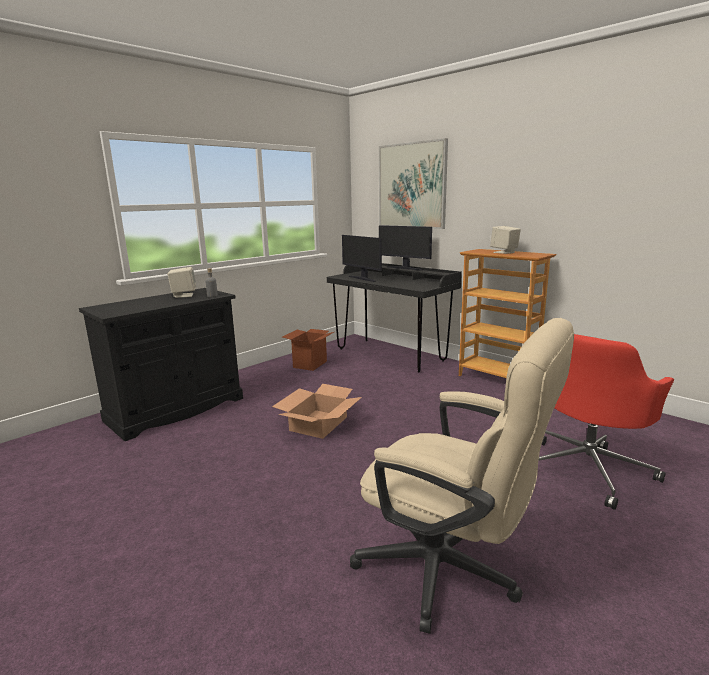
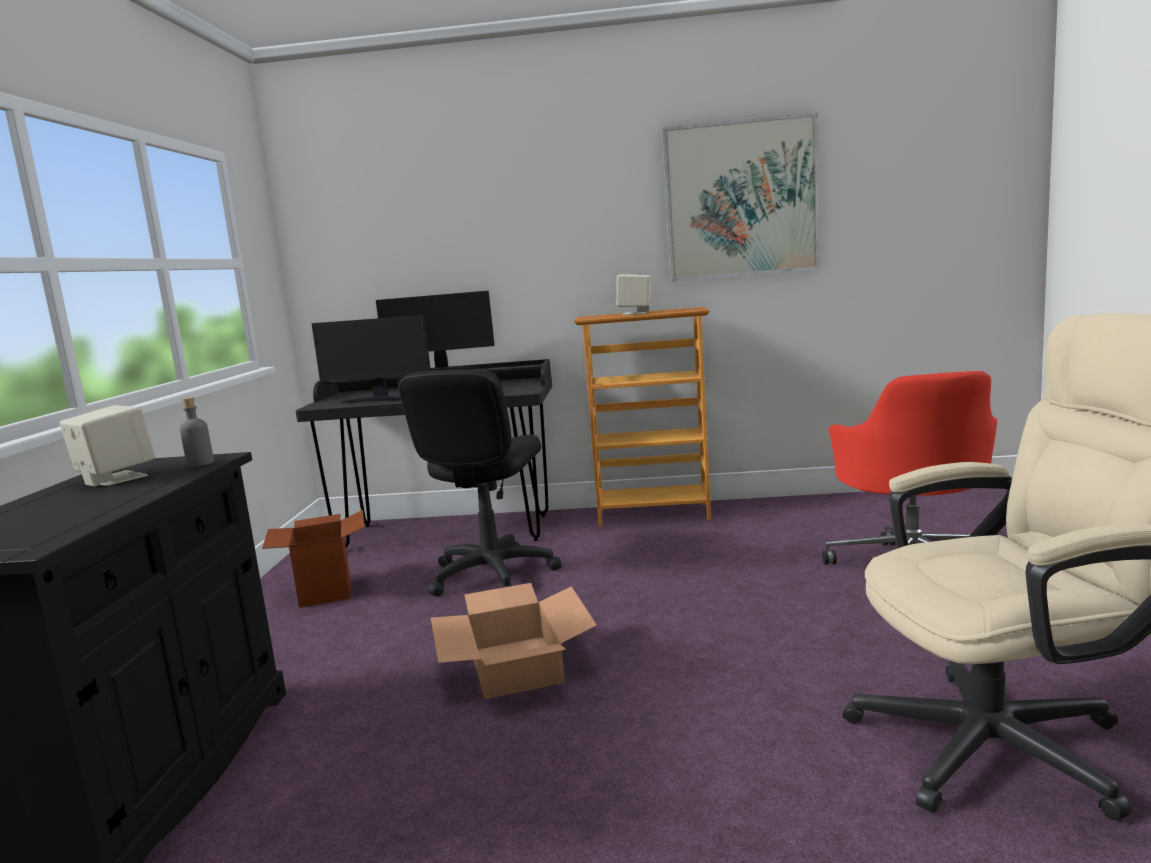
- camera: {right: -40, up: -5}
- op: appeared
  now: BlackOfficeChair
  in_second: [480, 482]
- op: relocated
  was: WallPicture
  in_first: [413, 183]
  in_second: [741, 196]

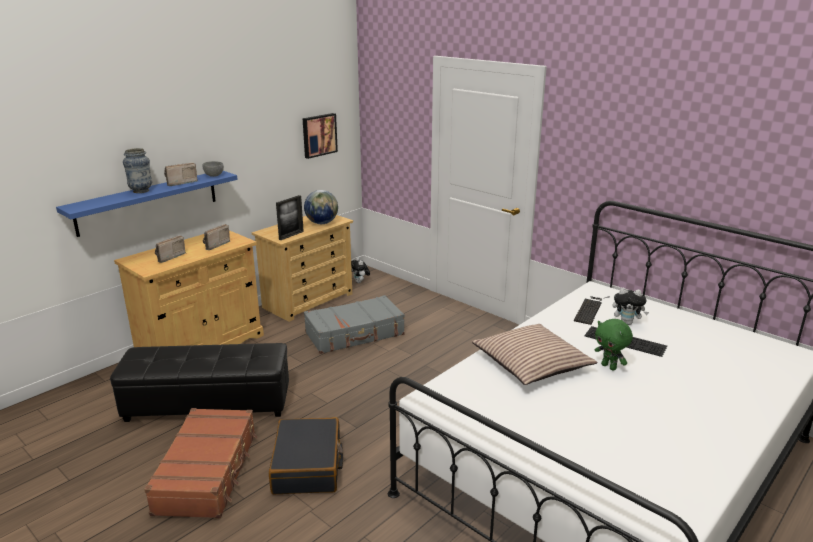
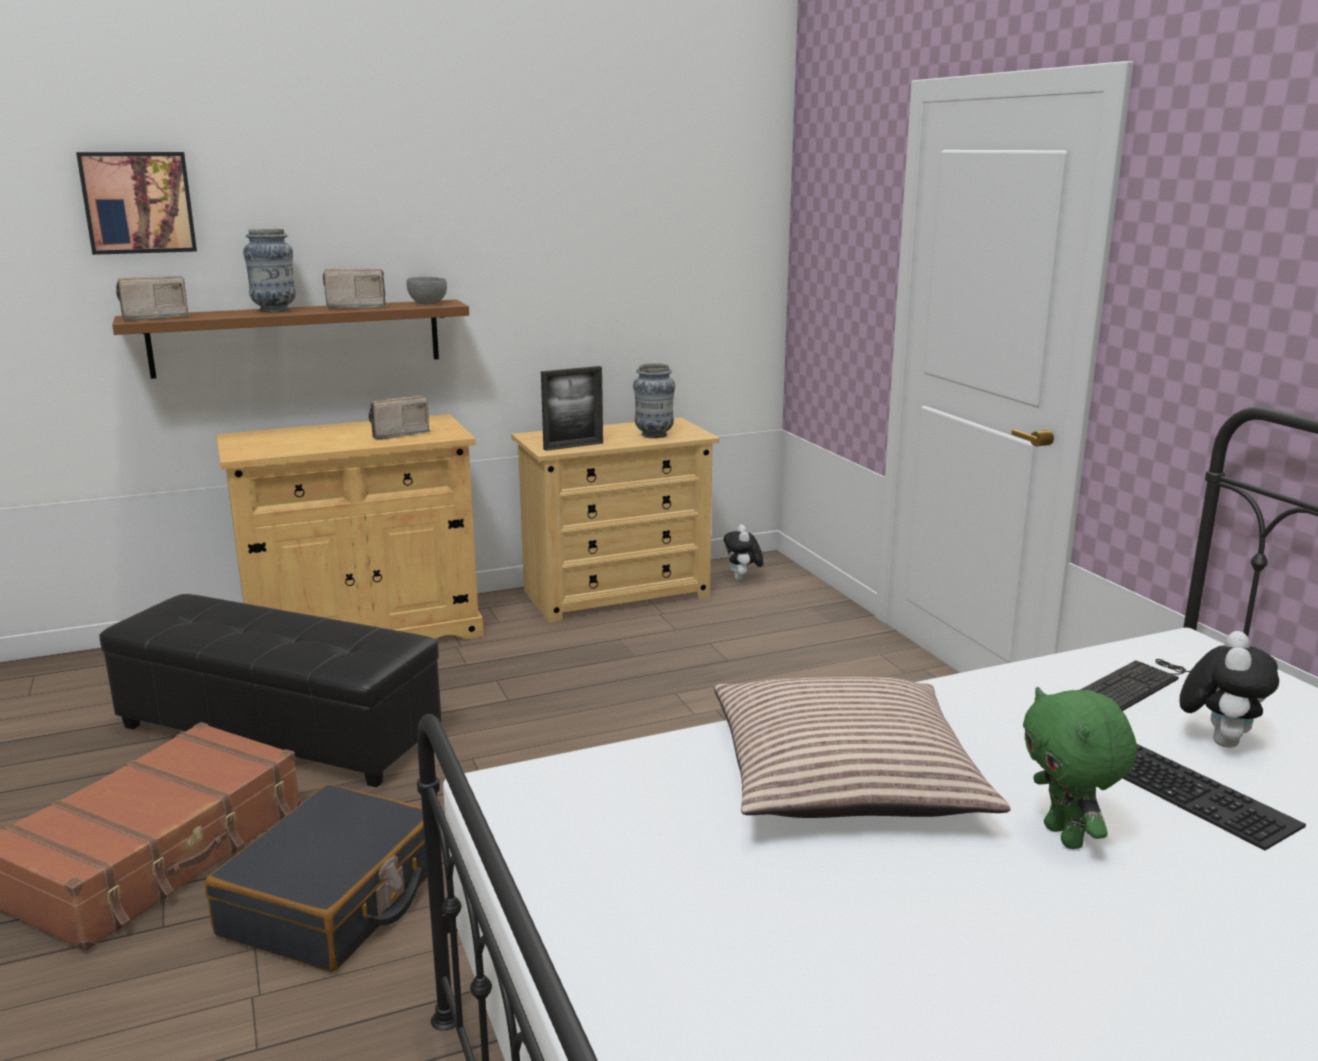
- camera: {right: 25, up: -5}
- op: missing
  was: GreyPieceOfLuggage
  in_first: [354, 324]
- op: relocated
  was: RadioSet
  in_first: [170, 249]
  in_second: [153, 298]
- op: relocated
  was: WallPicture
  in_first: [320, 136]
  in_second: [136, 203]
- op: exchanged
  was: DeskGlobe
  now: Vase
  in_first: [321, 207]
  in_second: [654, 400]
- op: colour
  was: BluishWallShelf
  now: BrownColouredWallShelf
  in_first: [147, 204]
  in_second: [290, 339]
- op: spun
  was: CuddlyToy
  in_first: [630, 306]
  in_second: [1229, 689]
  clockwise: -105

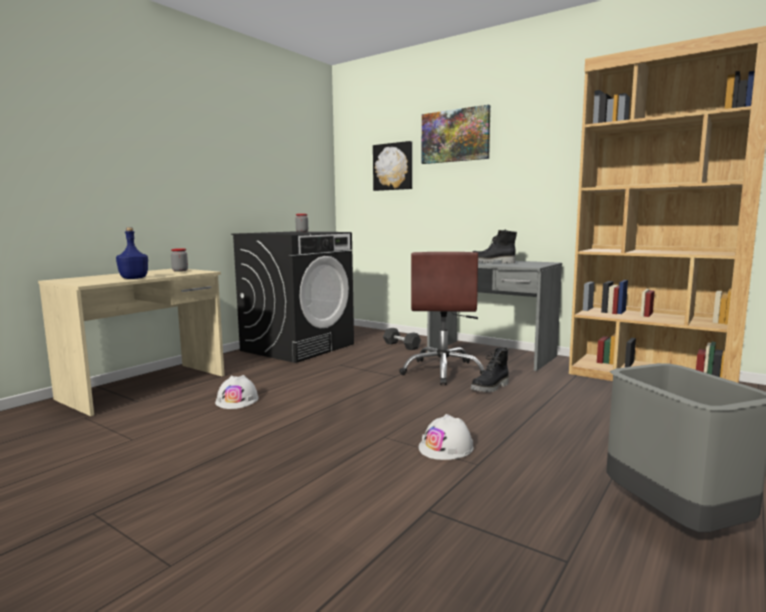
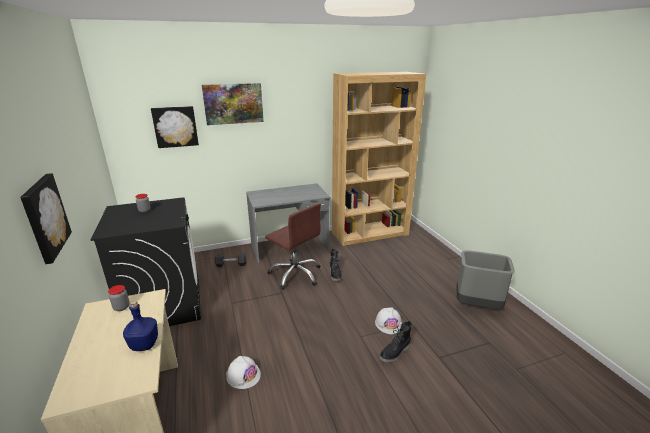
- camera: {right: -55, up: 15}
- op: appeared
  now: WallPicture
  in_second: [46, 218]
- op: relocated
  was: BlackHighTopBoot
  in_first: [494, 246]
  in_second: [395, 342]

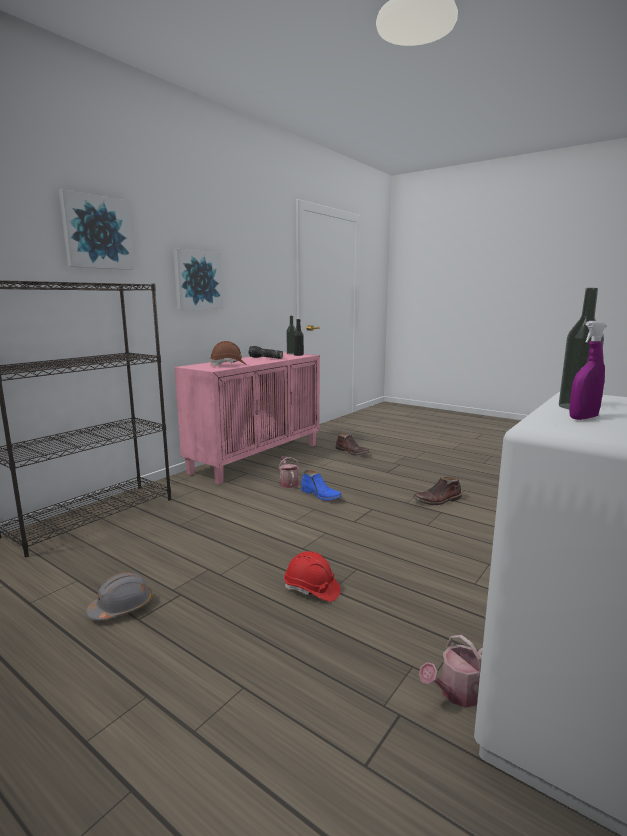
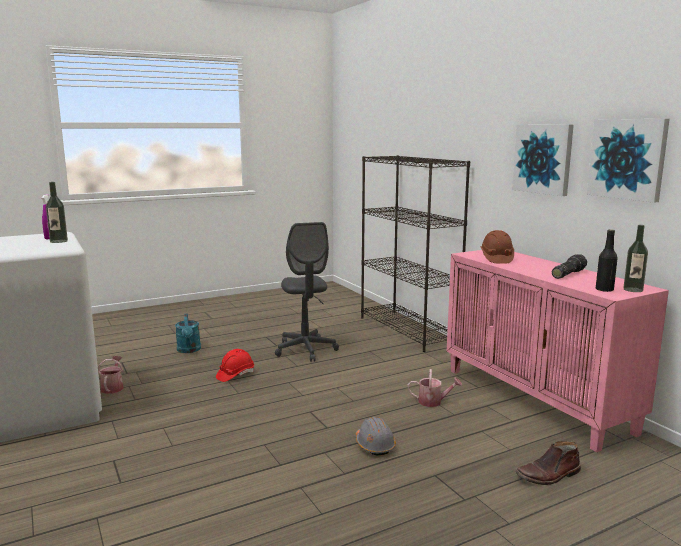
- camera: {right: 115, up: 0}
- op: missing
  was: BluishHighTopBoot
  in_first: [321, 485]
- op: missing
  was: BrownColouredHighTopBoot
  in_first: [437, 491]
- op: appeared
  now: TurquoiseColouredWateringCan
  in_second: [188, 333]
- op: appeared
  now: GreyOfficeChair
  in_second: [307, 292]
- op: relocated
  was: WallPicture
  in_first: [96, 229]
  in_second: [628, 161]
- op: relocated
  was: GreyHardHat
  in_first: [119, 596]
  in_second: [376, 436]

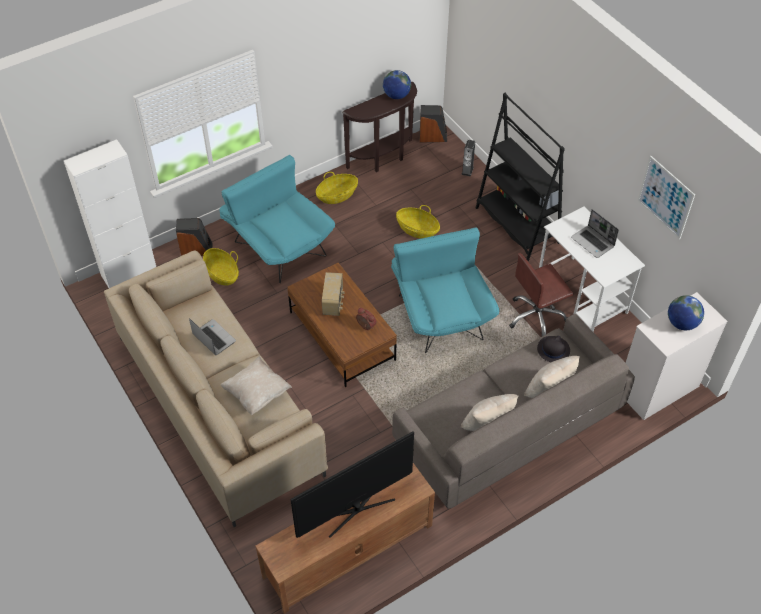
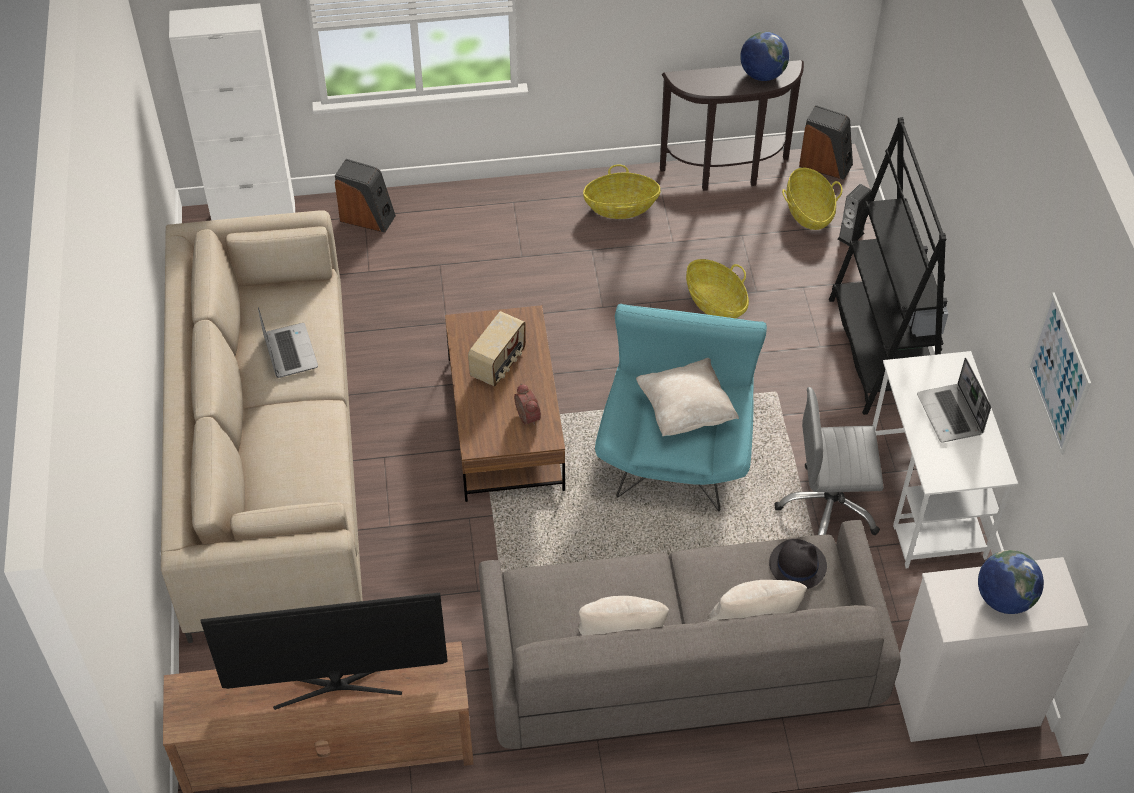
- camera: {right: 25, up: 0}
- op: missing
  was: TurquoiseColouredArmchair
  in_first: [277, 219]
- op: relocated
  was: Basket
  in_first: [221, 266]
  in_second: [812, 199]
- op: relocated
  was: BeigePillow
  in_first: [256, 385]
  in_second: [687, 397]
- op: colour
  was: BrownColouredOfficeChair
  now: GreyOfficeChair
  in_first: [541, 294]
  in_second: [829, 461]

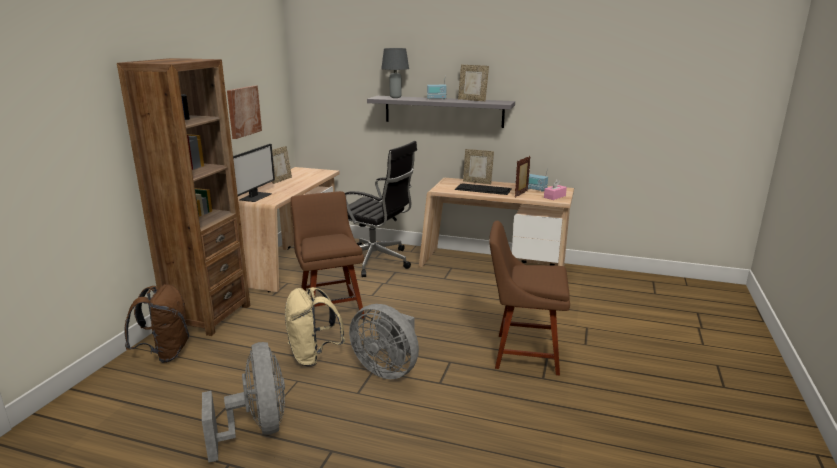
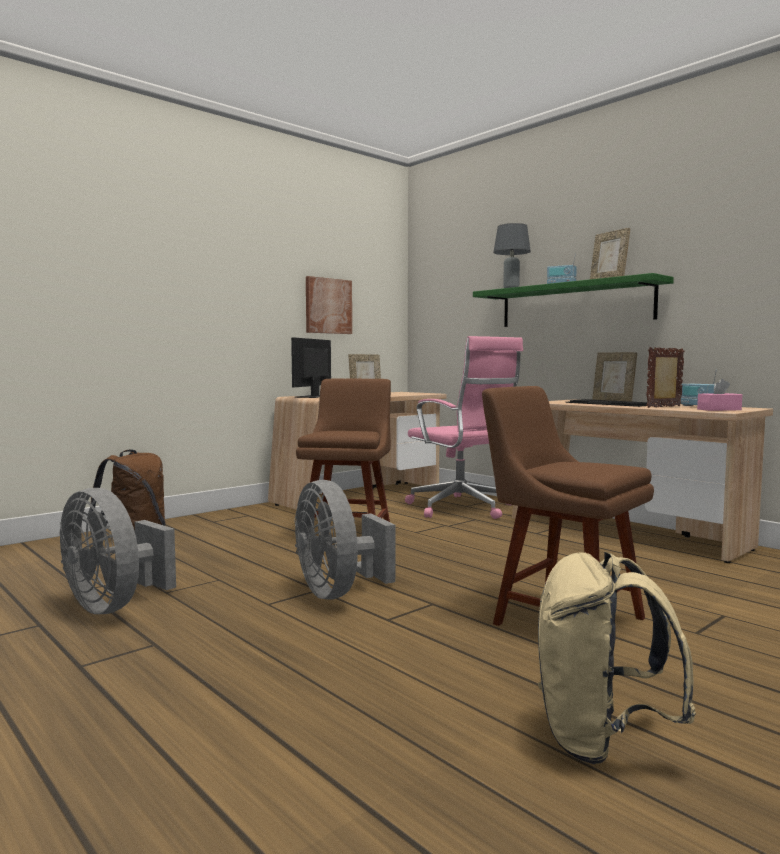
- camera: {right: 30, up: -15}
- op: missing
  was: BrownColouredBookshelf
  in_first: [183, 197]
- op: relocated
  was: BeigeRucksack
  in_first: [315, 327]
  in_second: [617, 658]
- op: colour
  was: BlackOfficeChair
  now: PinkOfficeChair
  in_first: [381, 209]
  in_second: [464, 427]
- op: colour
  was: GreyWallShelf
  now: GreenColouredWallShelf
  in_first: [441, 112]
  in_second: [573, 300]
- op: spun
  was: GreyElectricFan
  in_first: [243, 402]
  in_second: [118, 551]
  clockwise: 120
- op: spun
  was: ComputerDisplay
  in_first: [254, 173]
  in_second: [311, 367]
  clockwise: 150

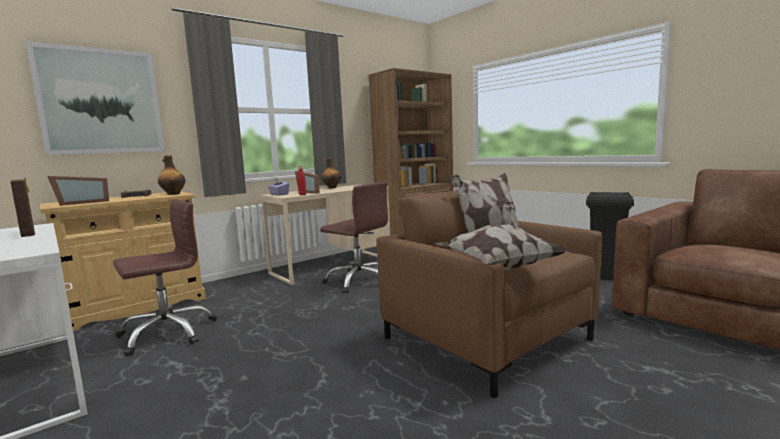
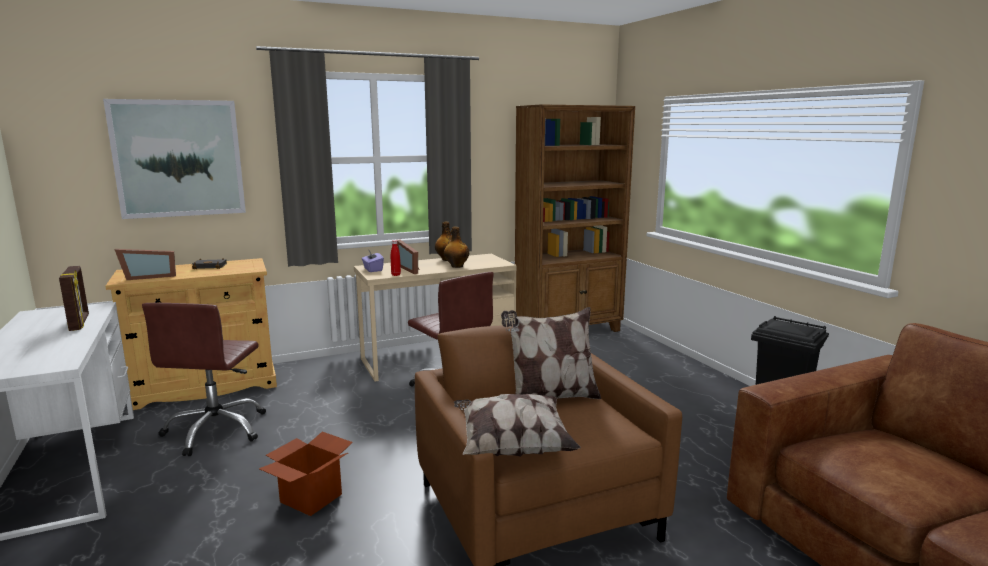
- camera: {right: 15, up: 5}
- op: appeared
  now: PackingBox
  in_second: [306, 474]
- op: relocated
  was: BeverageBottle
  in_first: [171, 175]
  in_second: [456, 247]
- op: spun
  was: BrownColouredOfficeChair
  in_first: [165, 277]
  in_second: [204, 379]
  clockwise: 120

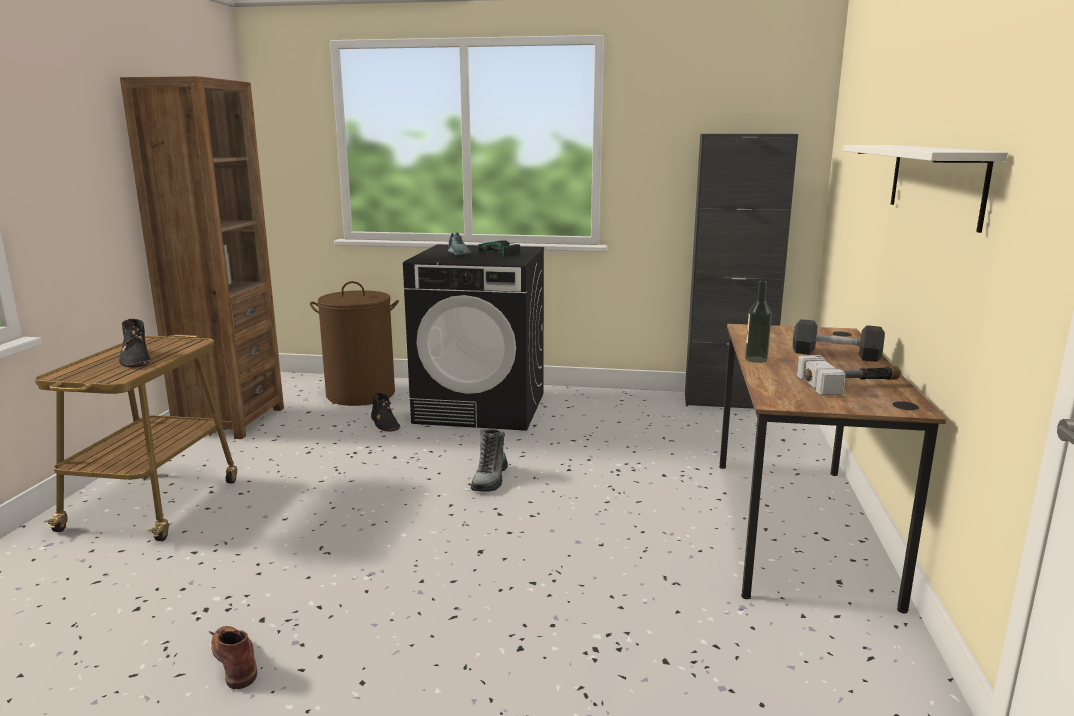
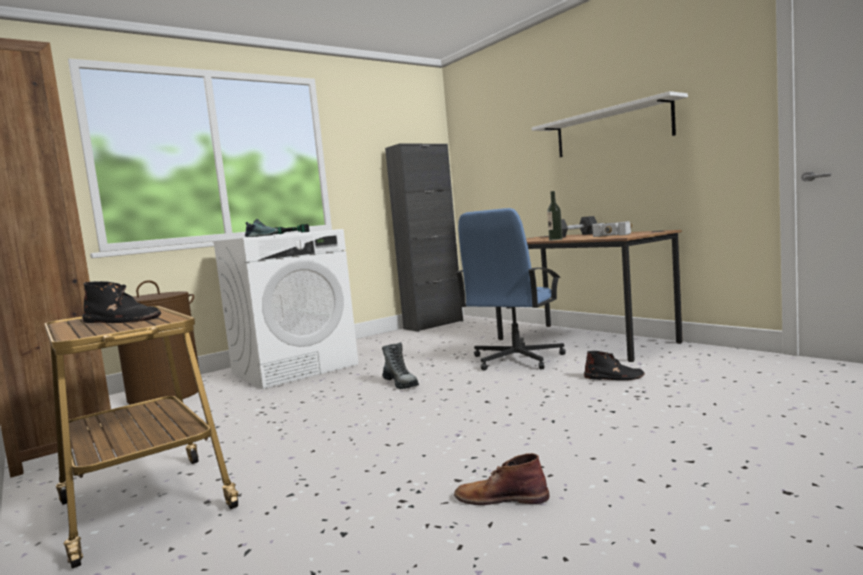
- camera: {right: -45, up: -10}
- op: appeared
  now: BluishOfficeChair
  in_second: [511, 289]
- op: relocated
  was: BlackHighTopBoot
  in_first: [385, 412]
  in_second: [614, 365]
- op: colour
  was: BlackWashingMachine
  now: WhiteColouredWashingMachine
  in_first: [473, 338]
  in_second: [286, 309]

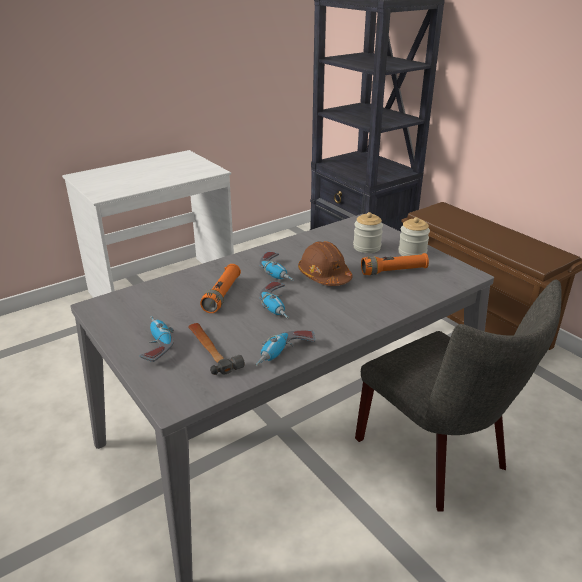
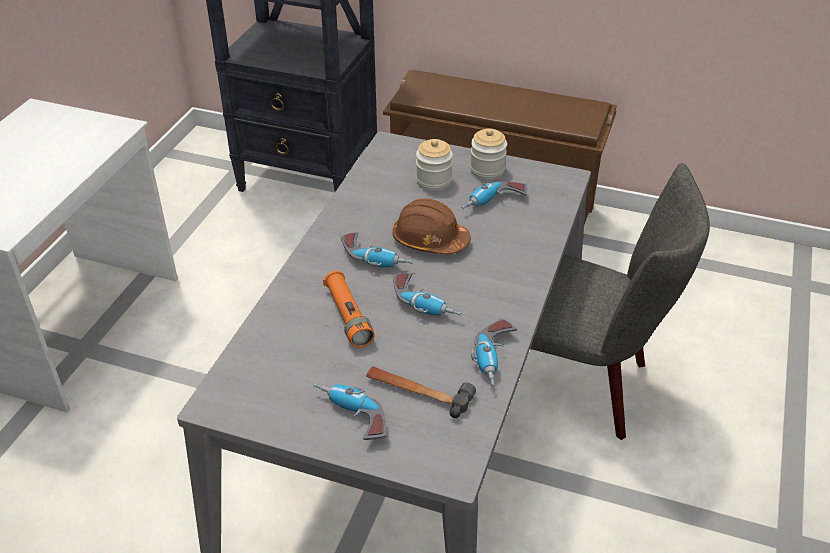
- camera: {right: -35, up: 10}
- op: exchanged
  was: OrangeFlashlight
  now: Drill
  in_first: [395, 264]
  in_second: [494, 195]

